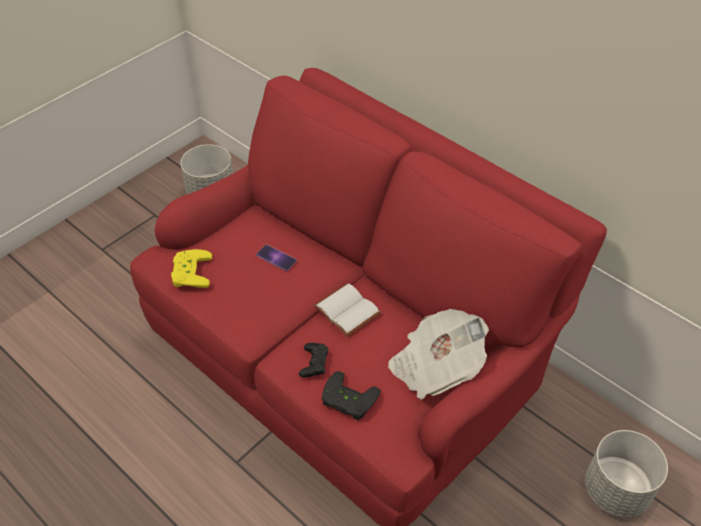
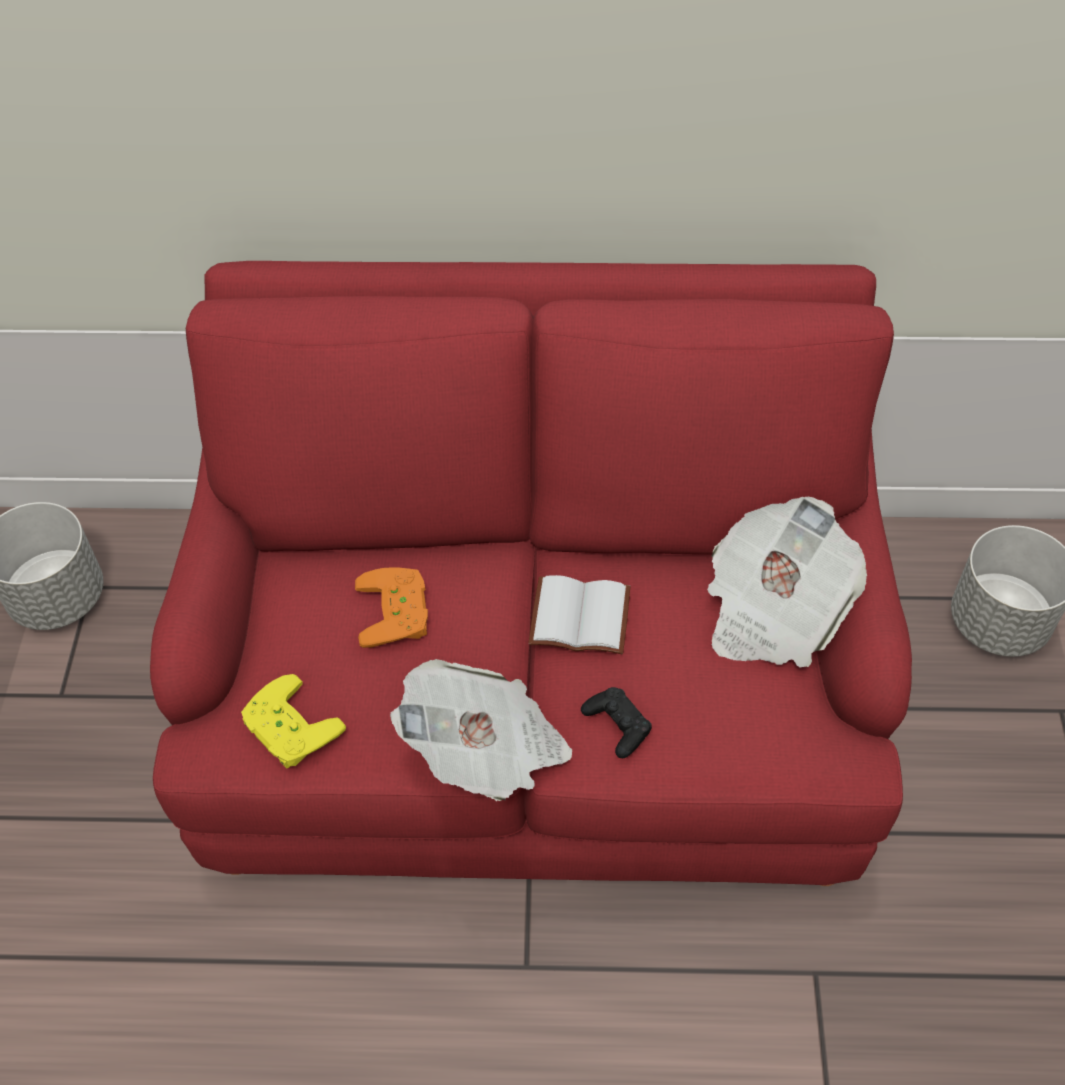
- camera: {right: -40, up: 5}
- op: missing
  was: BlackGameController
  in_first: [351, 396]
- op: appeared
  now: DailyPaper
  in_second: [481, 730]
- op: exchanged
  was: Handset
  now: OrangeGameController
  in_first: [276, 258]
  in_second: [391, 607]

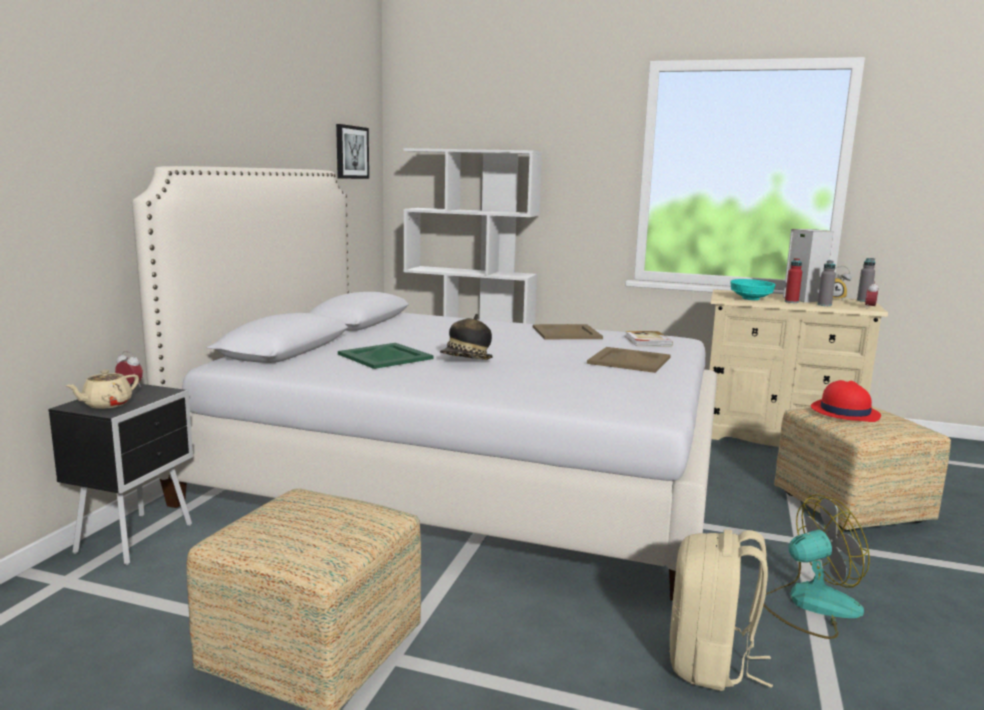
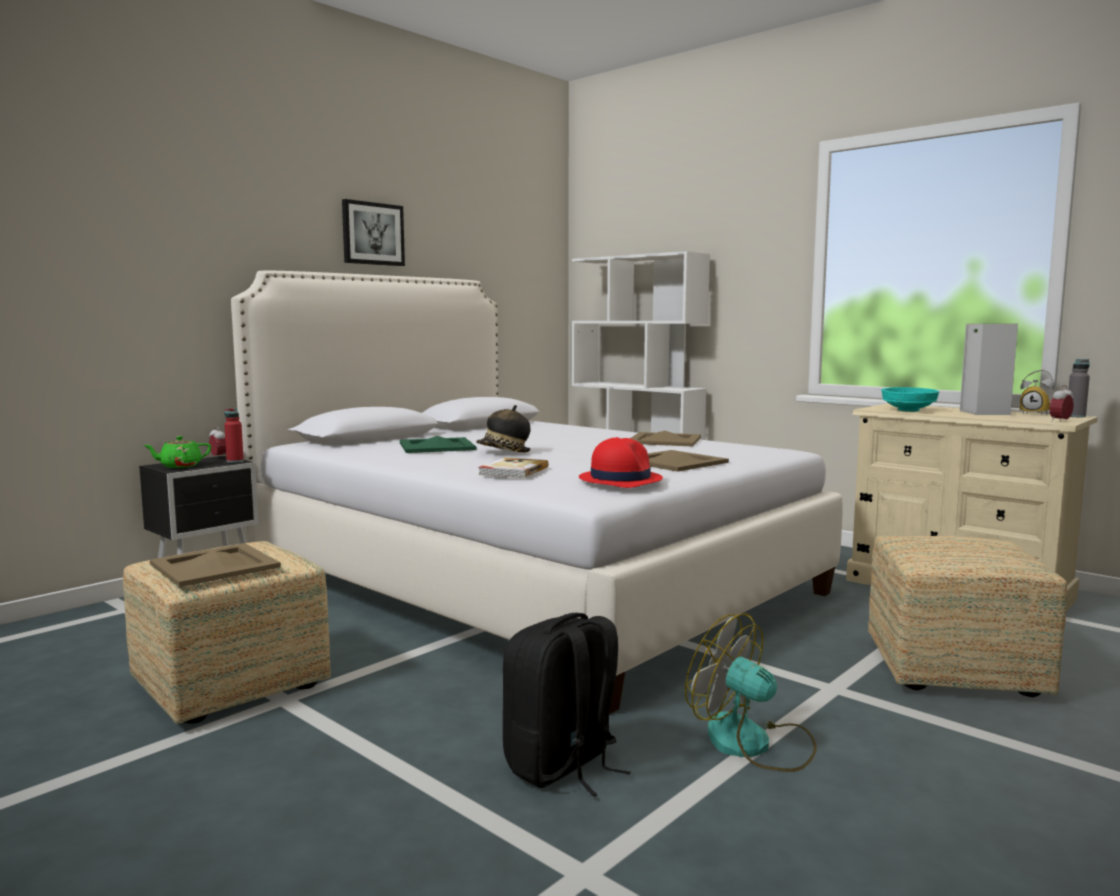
- camera: {right: 25, up: -5}
- op: missing
  was: GreyBeverageBottle
  in_first: [826, 283]
- op: appeared
  now: BeigeCarryingTray
  in_second: [215, 565]
- op: relocated
  was: WallPicture
  in_first: [352, 151]
  in_second: [373, 232]
- op: relocated
  was: BoundBook
  in_first: [649, 339]
  in_second: [513, 467]
- op: relocated
  was: RedColouredBeverageBottle
  in_first: [793, 280]
  in_second: [234, 435]
- op: relocated
  was: RedColouredWearableHat
  in_first: [846, 401]
  in_second: [621, 462]
- op: colour
  was: BeigePotForTea
  now: GreenColouredPotForTea
  in_first: [102, 389]
  in_second: [177, 452]
- op: colour
  was: BeigeRucksack
  now: BlackRucksack
  in_first: [721, 610]
  in_second: [567, 705]
- op: spun
  was: ElectricFan
  in_first: [816, 566]
  in_second: [751, 692]
  clockwise: -150

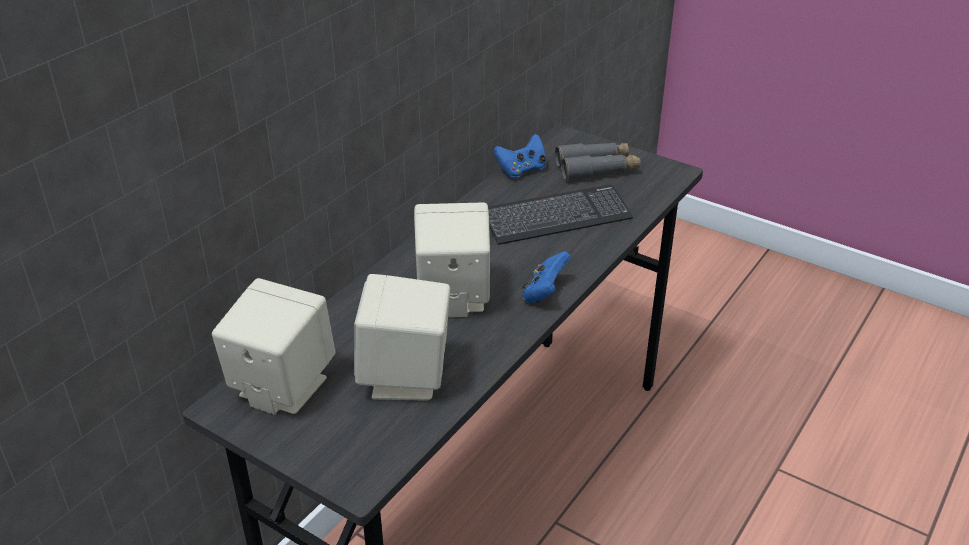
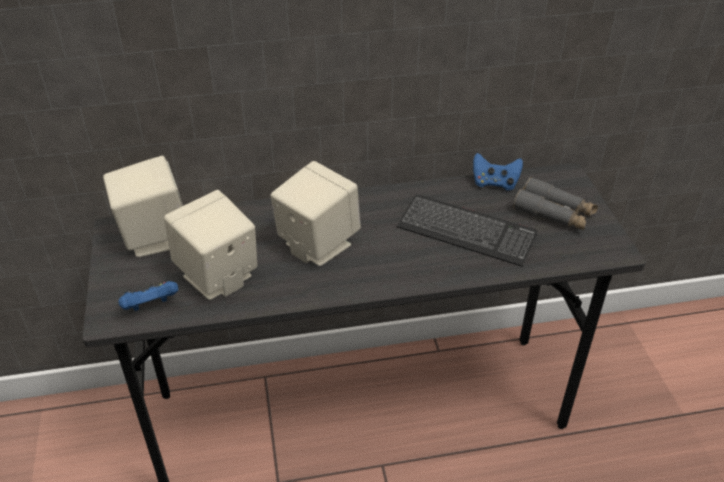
- camera: {right: 45, up: 5}
- op: relocated
  was: BluishGameController
  in_first: [546, 277]
  in_second: [148, 296]

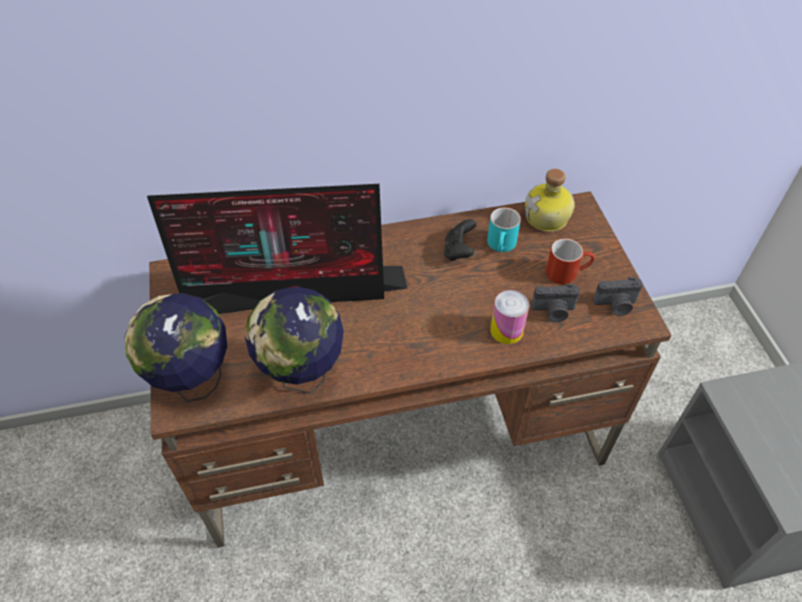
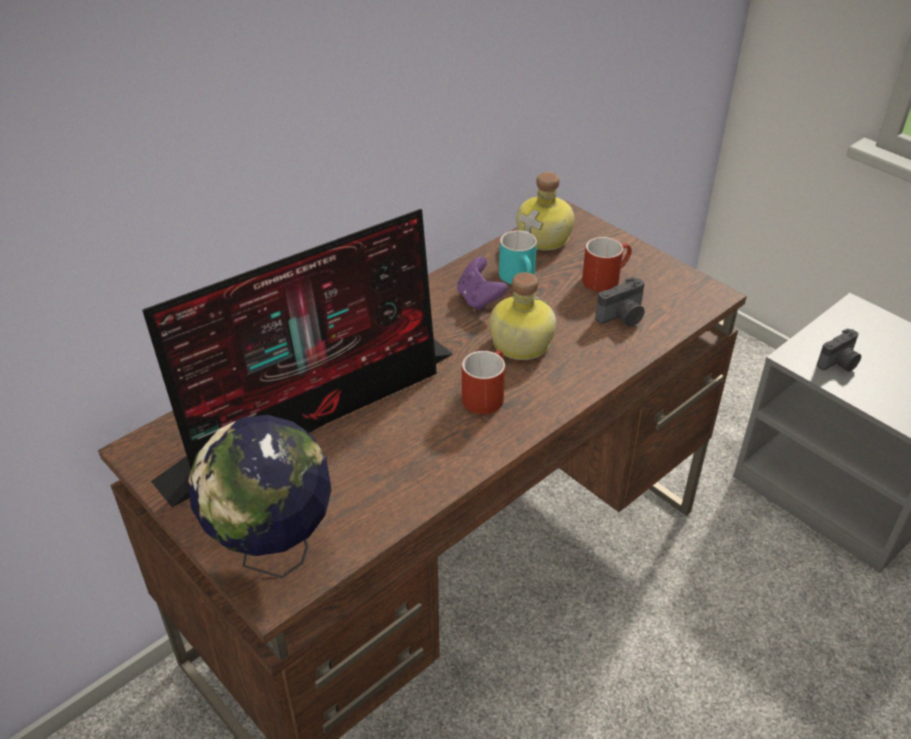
- camera: {right: -30, up: -10}
- op: missing
  was: DeskGlobe
  in_first: [294, 340]
- op: missing
  was: MetalCan
  in_first: [510, 317]
- op: appeared
  now: RedColouredCoffeeMug
  in_second: [483, 382]
- op: appeared
  now: BeverageBottle
  in_second: [522, 316]
- op: relocated
  was: StillCamera
  in_first: [618, 296]
  in_second: [839, 350]
- op: colour
  was: BlackGameController
  now: PurpleColouredGameController
  in_first: [460, 240]
  in_second: [482, 284]

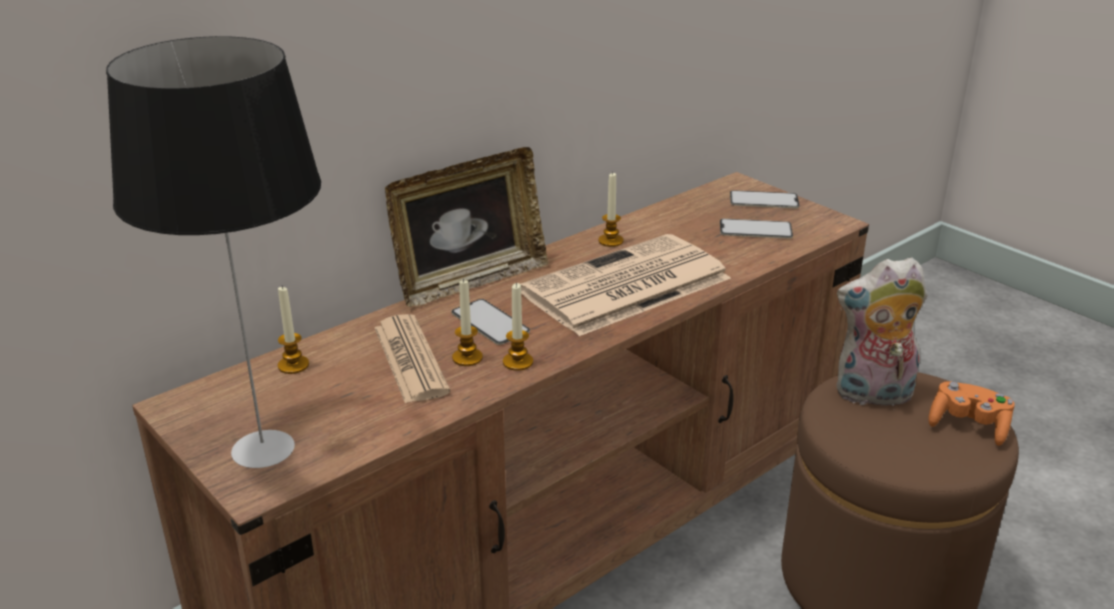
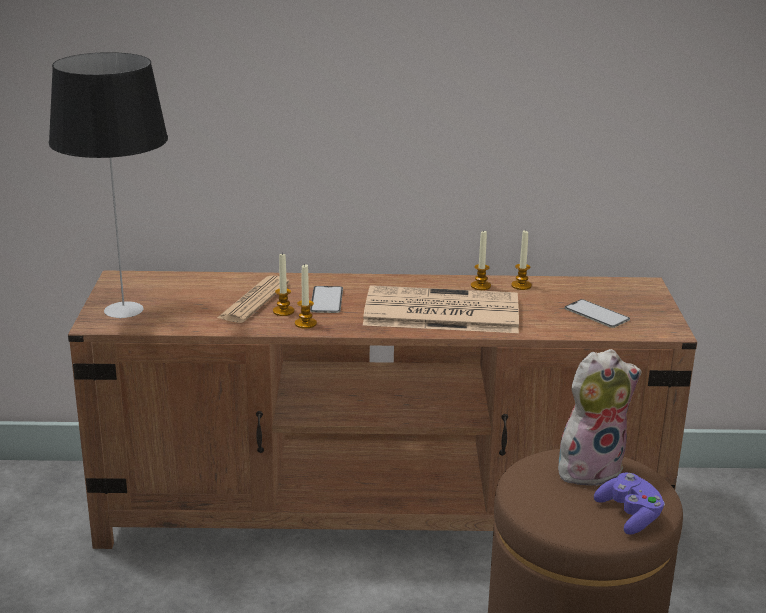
- camera: {right: 40, up: -5}
- op: missing
  was: StandingFrame
  in_first: [467, 227]
- op: missing
  was: Handset
  in_first: [764, 199]
- op: relocated
  was: WaxLight
  in_first: [293, 330]
  in_second: [521, 260]
- op: colour
  was: OrangeGameController
  now: PurpleColouredGameController
  in_first: [971, 413]
  in_second: [629, 503]
- op: spun
  was: CuddlyToy
  in_first: [882, 331]
  in_second: [599, 417]
  clockwise: 120

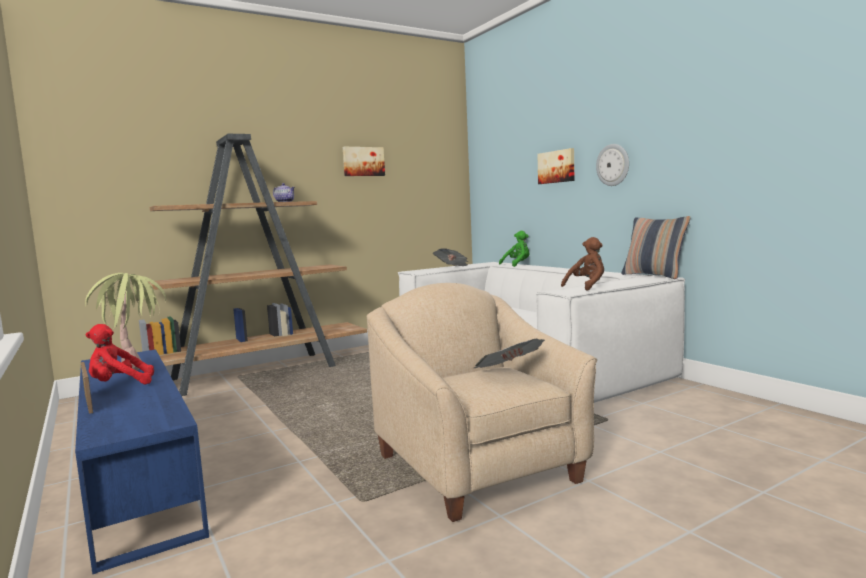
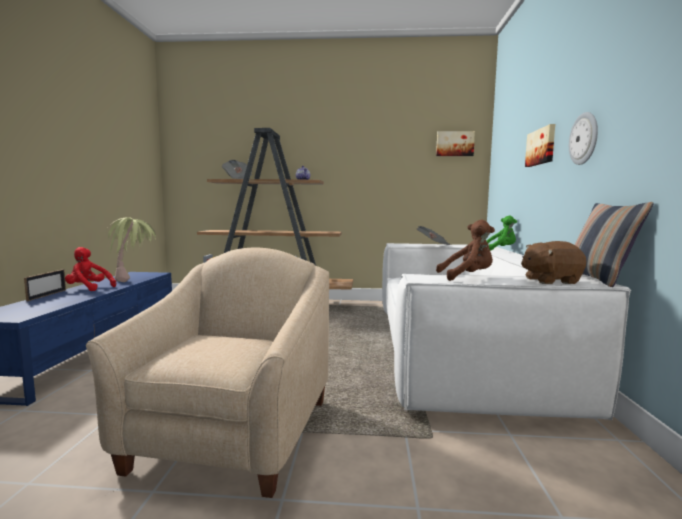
- camera: {right: 35, up: 0}
- op: appeared
  now: BrownColouredCuddlyToy
  in_second: [553, 262]
- op: relocated
  was: WallPicture
  in_first: [364, 161]
  in_second: [455, 143]
- op: relocated
  was: DailyPaper
  in_first: [509, 353]
  in_second: [237, 169]

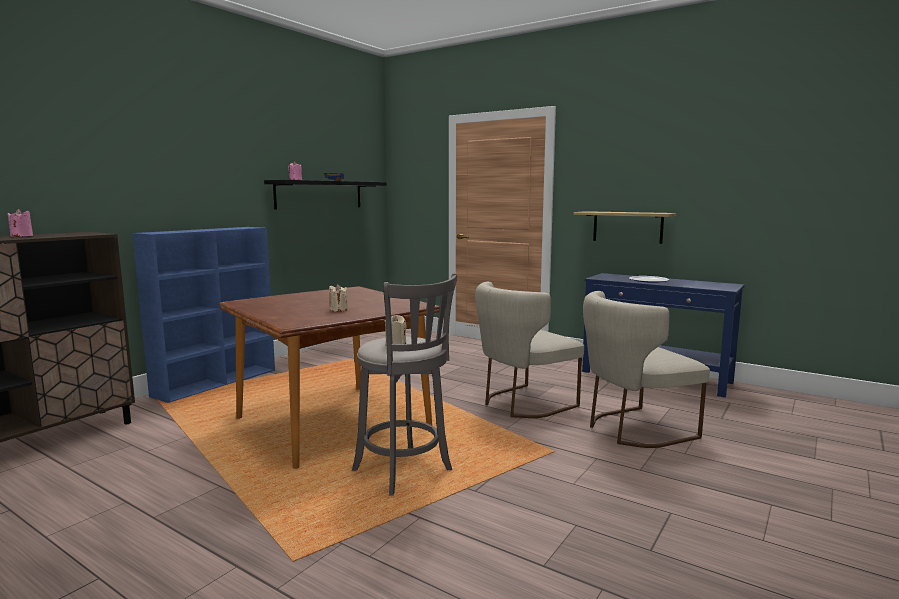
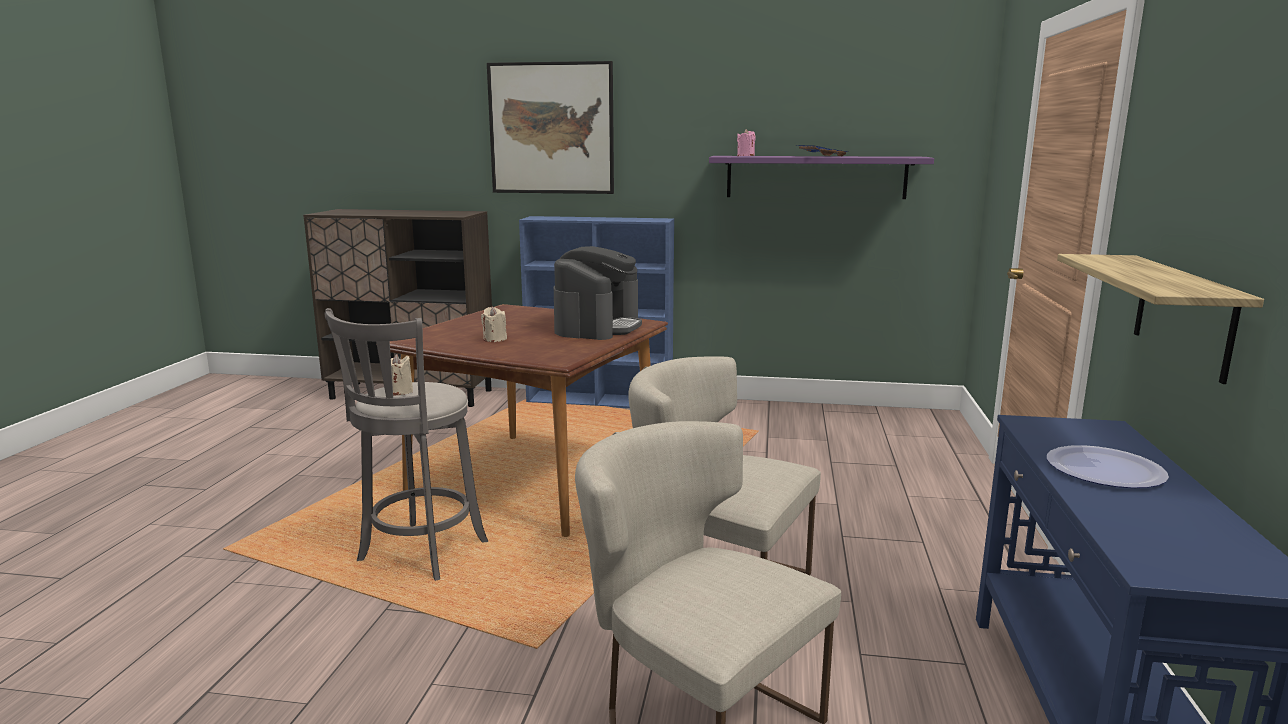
- camera: {right: 65, up: 5}
- op: missing
  was: PinkWaxLight
  in_first: [20, 223]
- op: appeared
  now: WallPicture
  in_second: [550, 127]
- op: appeared
  now: CoffeeBrewer
  in_second: [598, 293]
- op: colour
  was: BlackWallShelf
  now: PurpleColouredWallShelf
  in_first: [325, 195]
  in_second: [821, 177]

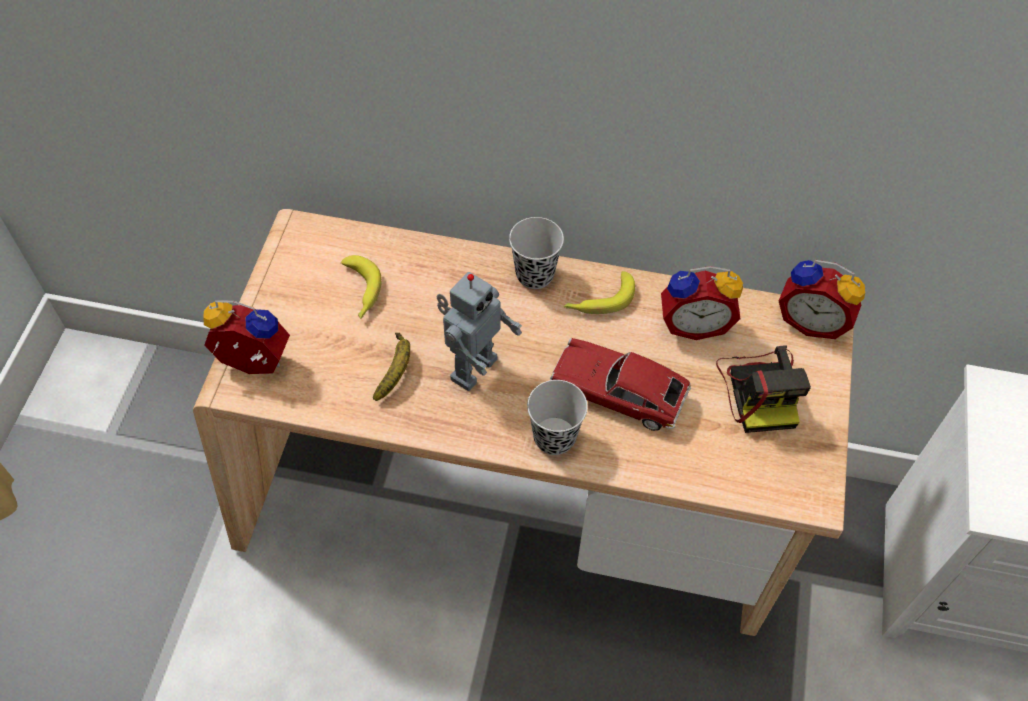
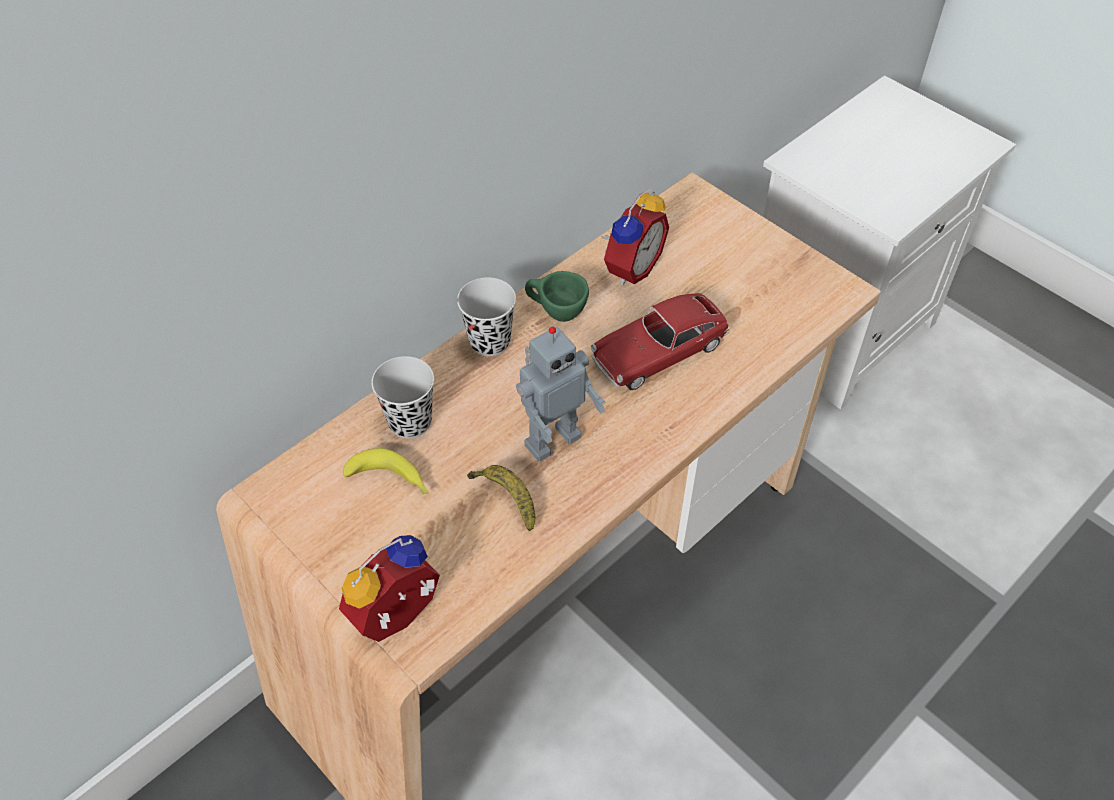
- camera: {right: -55, up: -5}
- op: missing
  was: StillCamera
  in_first: [763, 389]
- op: missing
  was: TableClock
  in_first: [822, 299]
- op: relocated
  was: BlackCup
  in_first: [557, 417]
  in_second: [402, 397]
- op: exchanged
  was: Banana
  now: GreenColouredCup
  in_first: [599, 292]
  in_second: [557, 296]
- op: spun
  was: ToyRobot
  in_first: [479, 331]
  in_second: [561, 394]
  clockwise: 75

